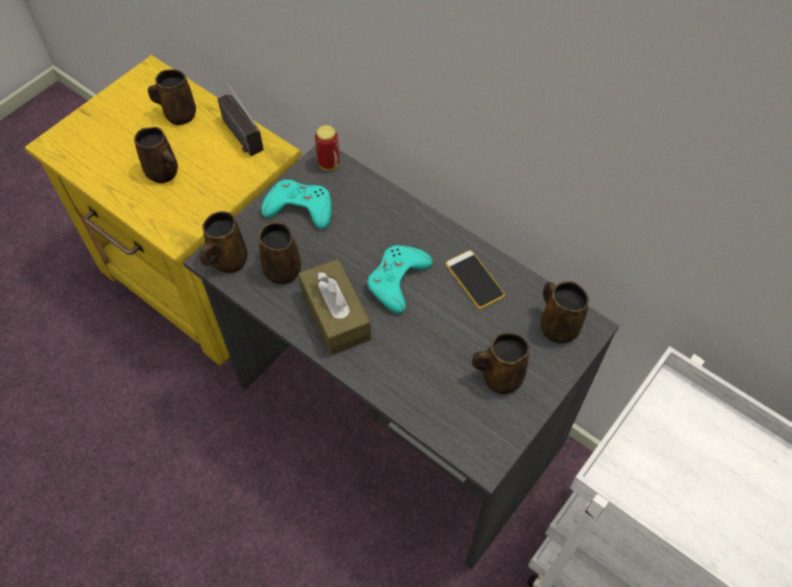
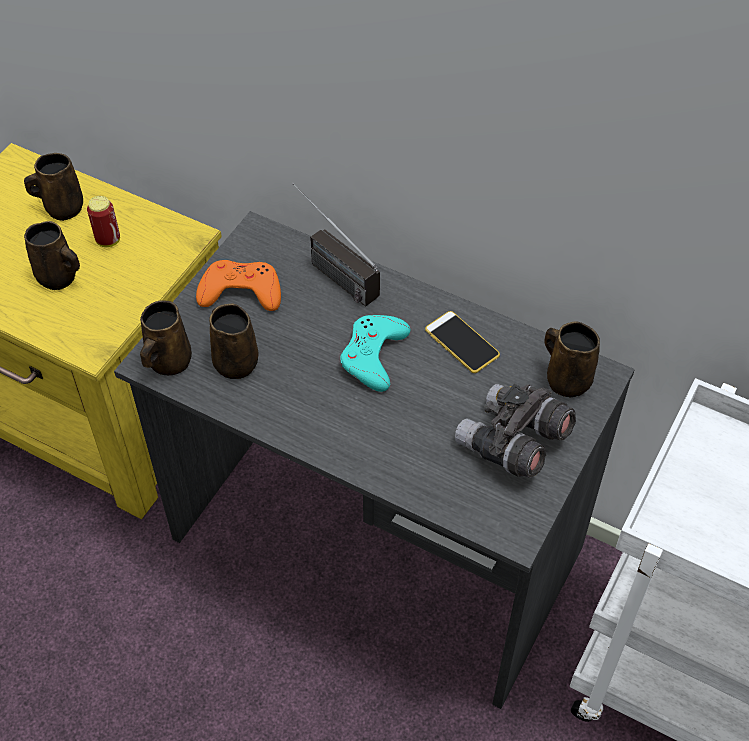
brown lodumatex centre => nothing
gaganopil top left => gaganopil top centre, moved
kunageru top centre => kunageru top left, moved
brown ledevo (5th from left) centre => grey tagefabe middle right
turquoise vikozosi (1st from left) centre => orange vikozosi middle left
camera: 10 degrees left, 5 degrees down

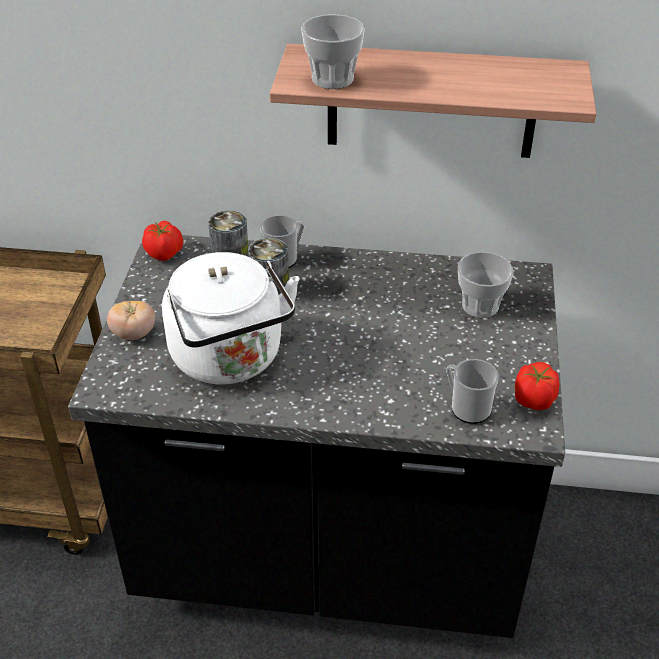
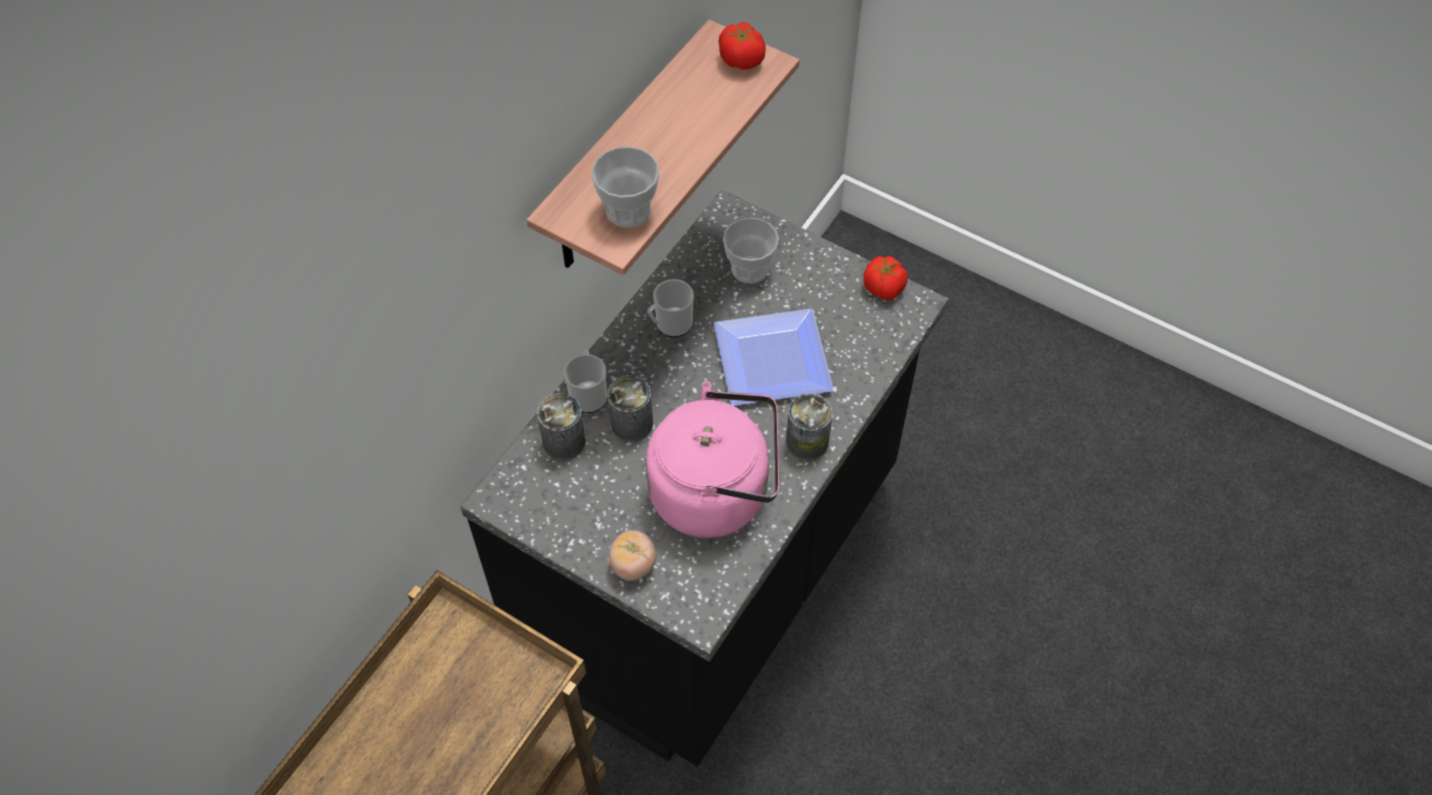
nothing => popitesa centre
nothing => kunageru (3rd from left) centre
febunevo (2nd from left) middle left => febunevo (2nd from left) top centre, moved
ledevo (2nd from left) middle right => ledevo (2nd from left) centre, moved
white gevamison centre => pink gevamison centre
camera: 65 degrees left, 15 degrees up

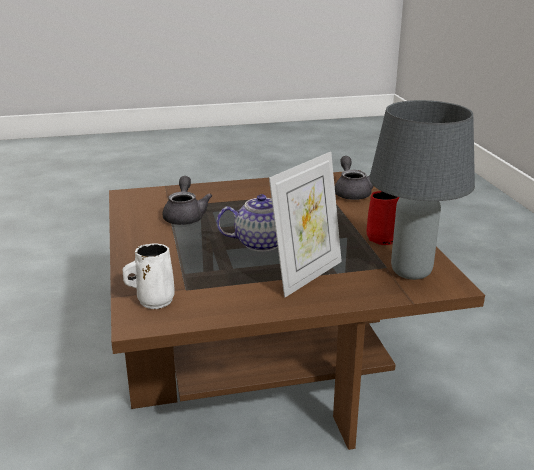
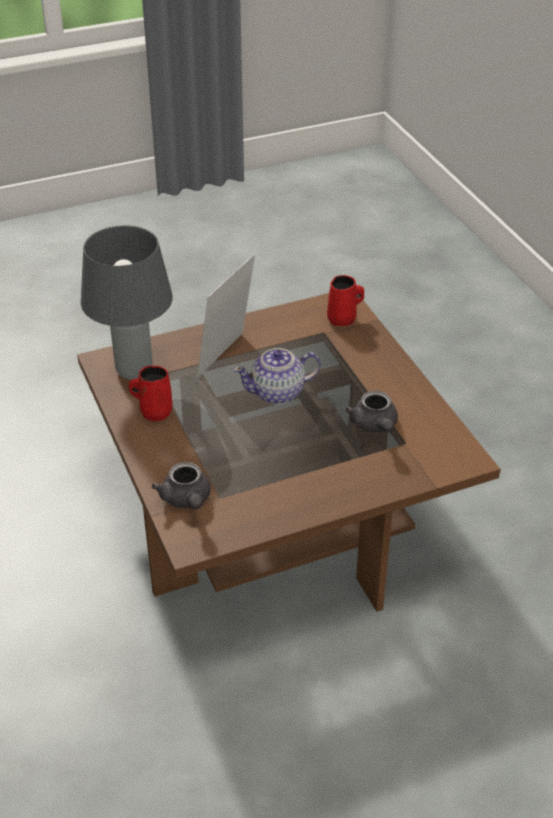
white ledevo middle left => red ledevo (2nd from left) centre
camera: 170 degrees right, 15 degrees up

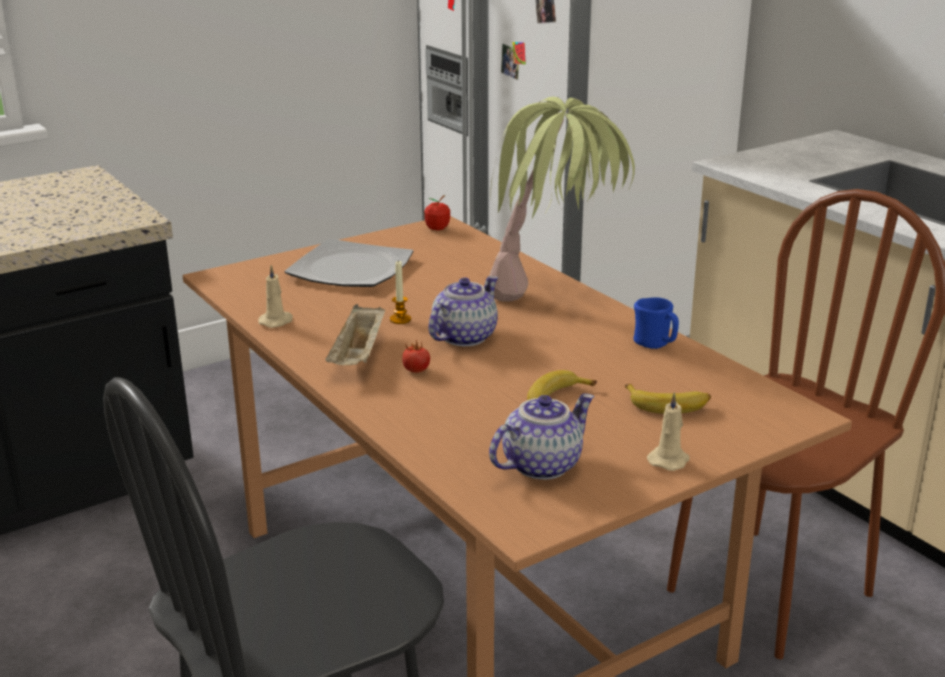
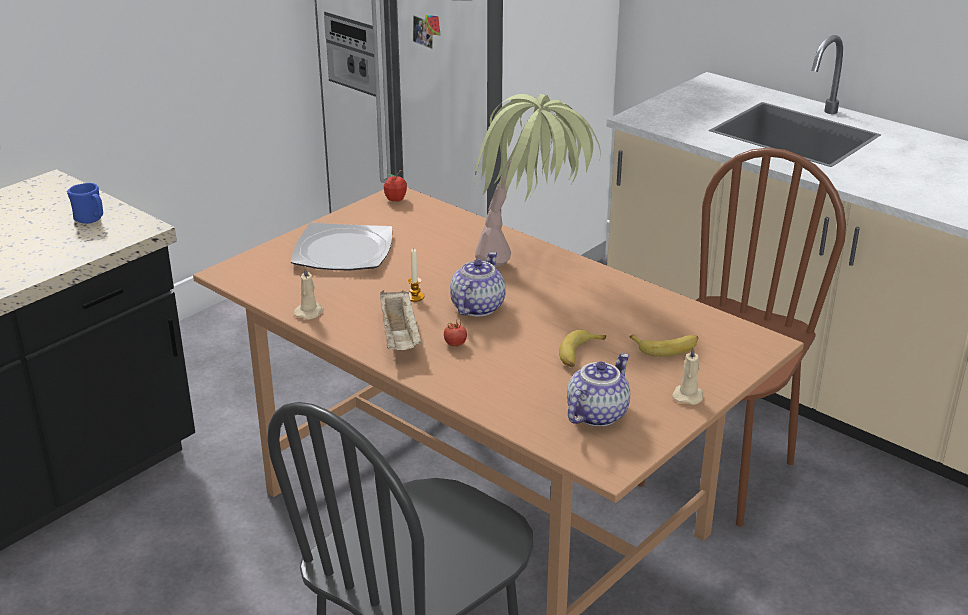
blue ledevo middle right => blue ledevo top left, moved
camera: 15 degrees left, 5 degrees up

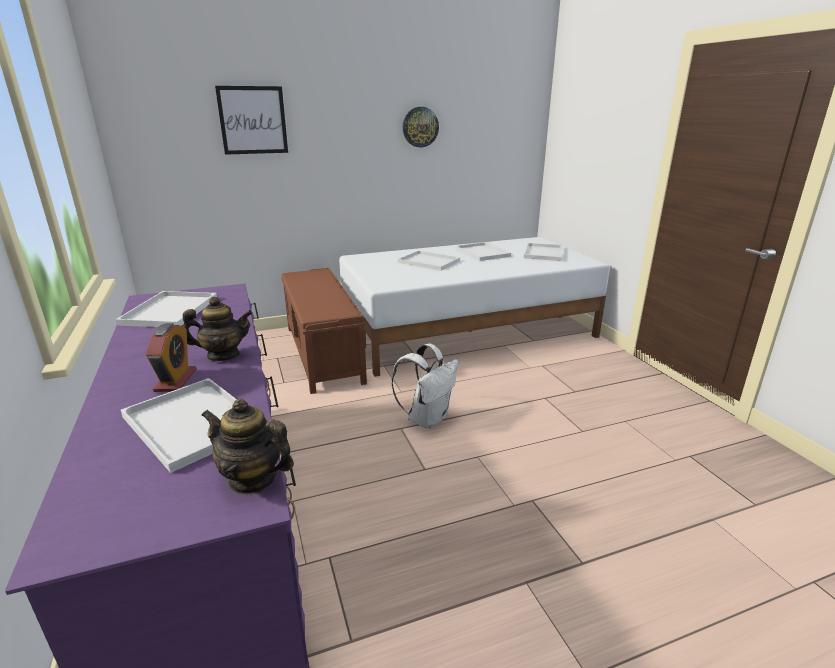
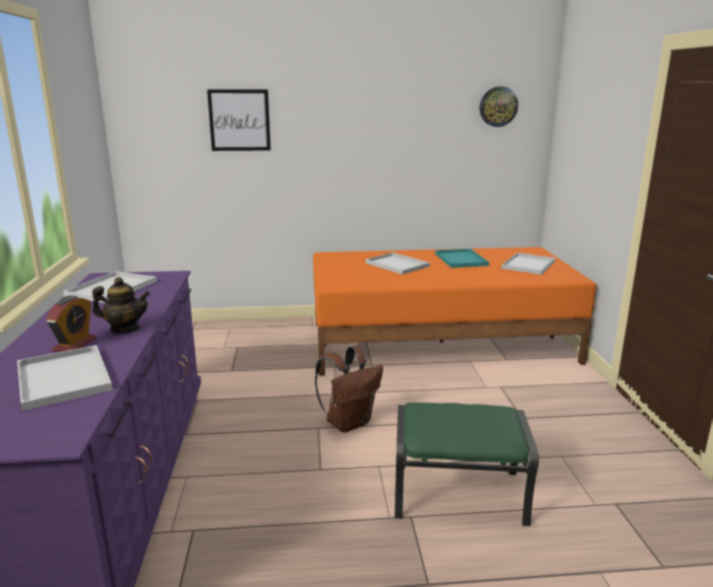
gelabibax (2nd from left) bottom left => nothing
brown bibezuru centre => nothing
nothing => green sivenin bottom centre
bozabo top centre => bozabo top right, moved
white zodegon centre => orange zodegon centre
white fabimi centre => brown fabimi centre
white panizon (4th from left) centre => turquoise panizon centre
camera: 15 degrees right, 5 degrees down

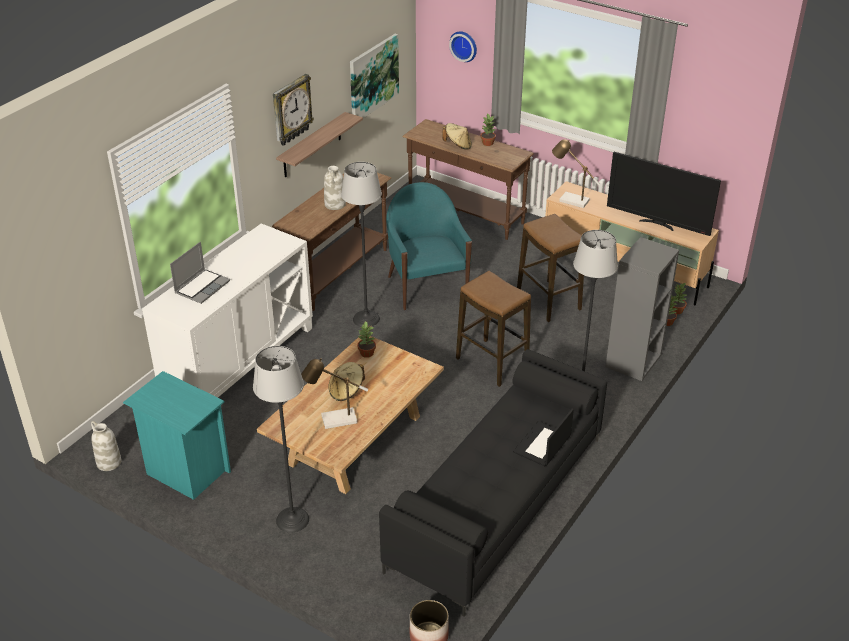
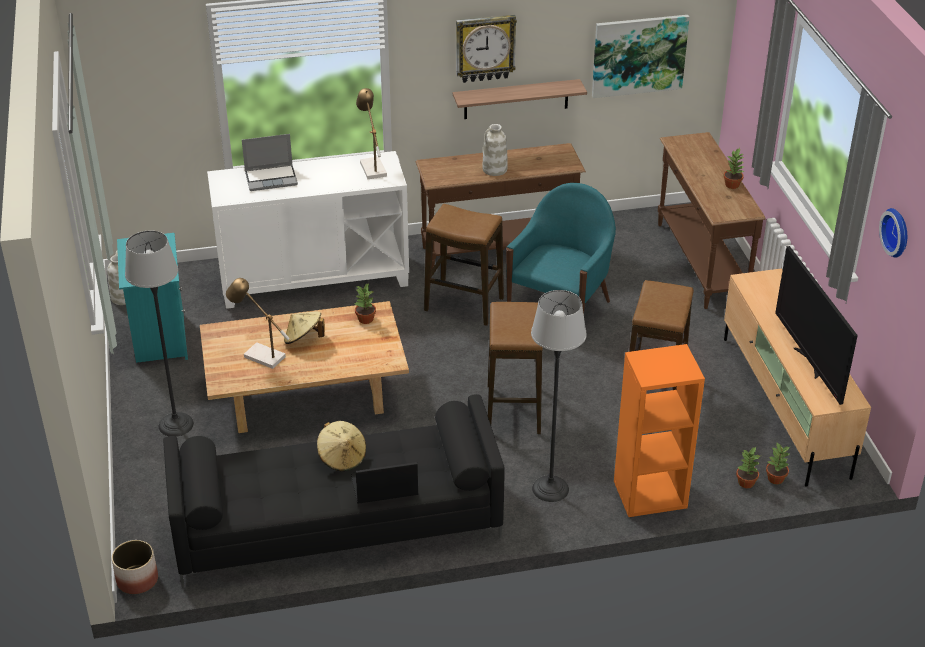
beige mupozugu (2nd from left) top centre => beige mupozugu (2nd from left) bottom centre, moved
bozabo (2nd from left) top centre => bozabo (2nd from left) middle right, moved
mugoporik (2nd from left) top right => mugoporik (2nd from left) top centre, moved
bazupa (2nd from left) centre => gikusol (1st from left) centre
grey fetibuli middle right => orange fetibuli middle right
camera: 45 degrees right, 0 degrees up

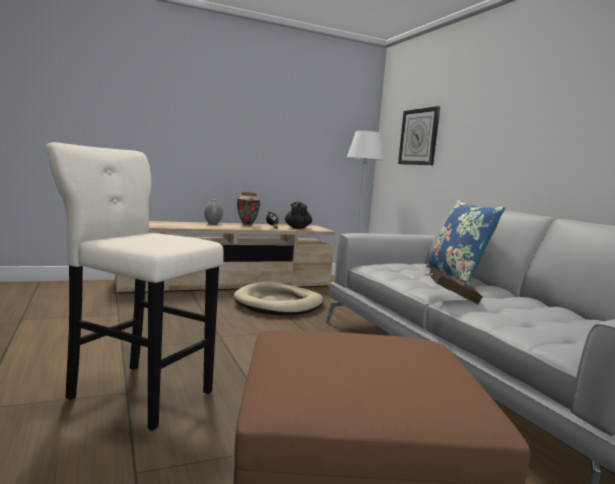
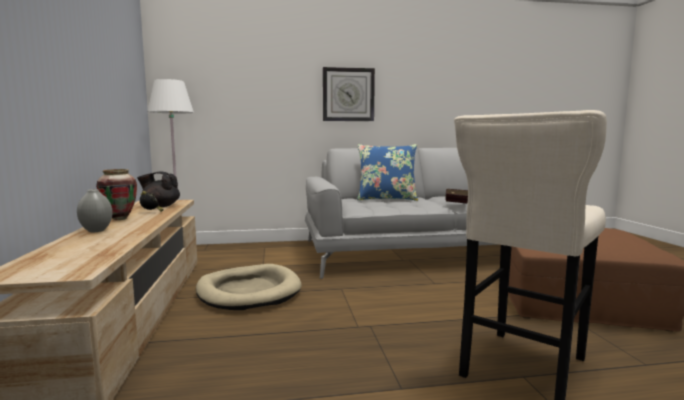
bozabo top right => bozabo top centre, moved
camera: 75 degrees left, 0 degrees up

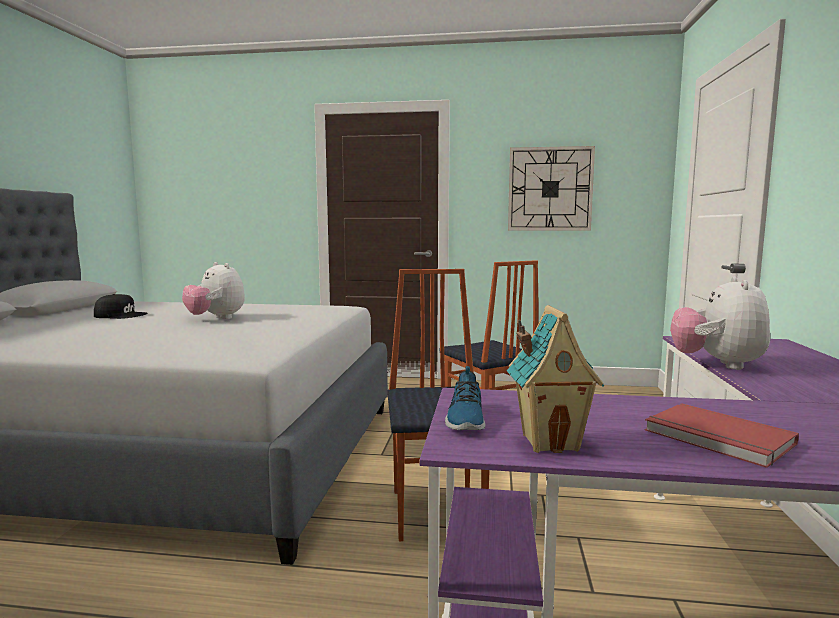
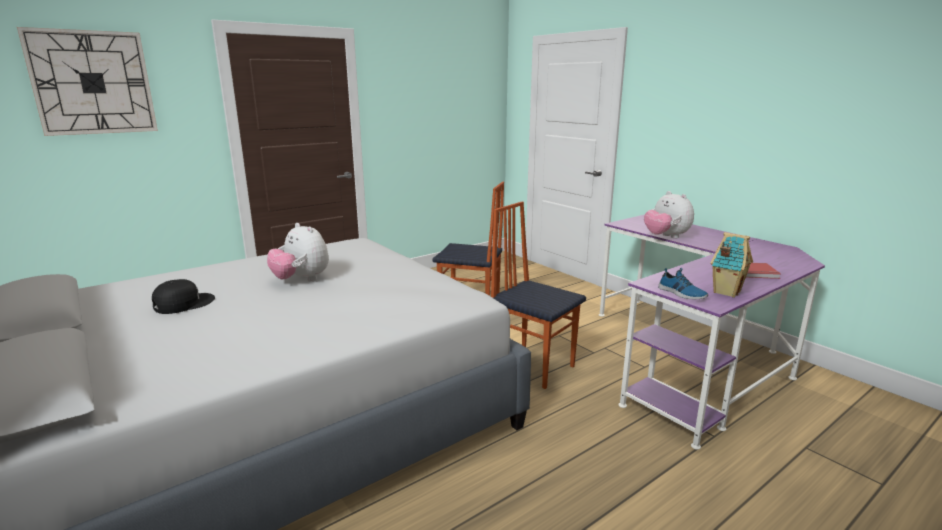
bozabo top centre => bozabo top left, moved
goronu (1st from left) middle left, 45 degrees clockwise
camera: 45 degrees left, 10 degrees up

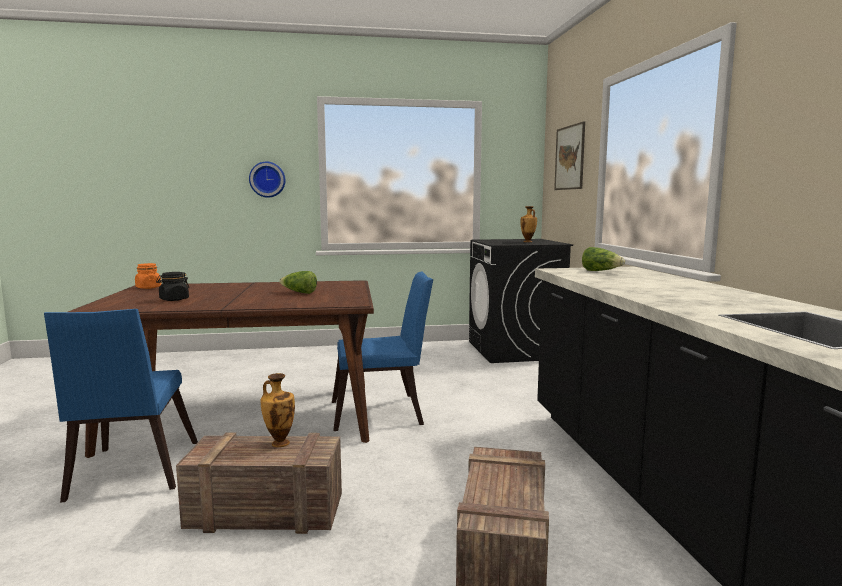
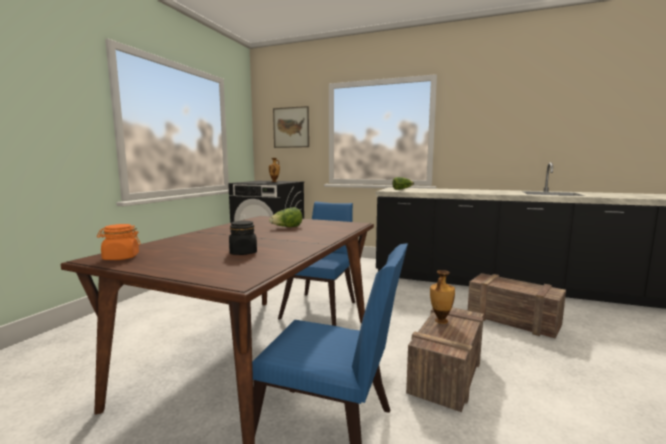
bozabo top left => nothing
camera: 60 degrees left, 0 degrees up

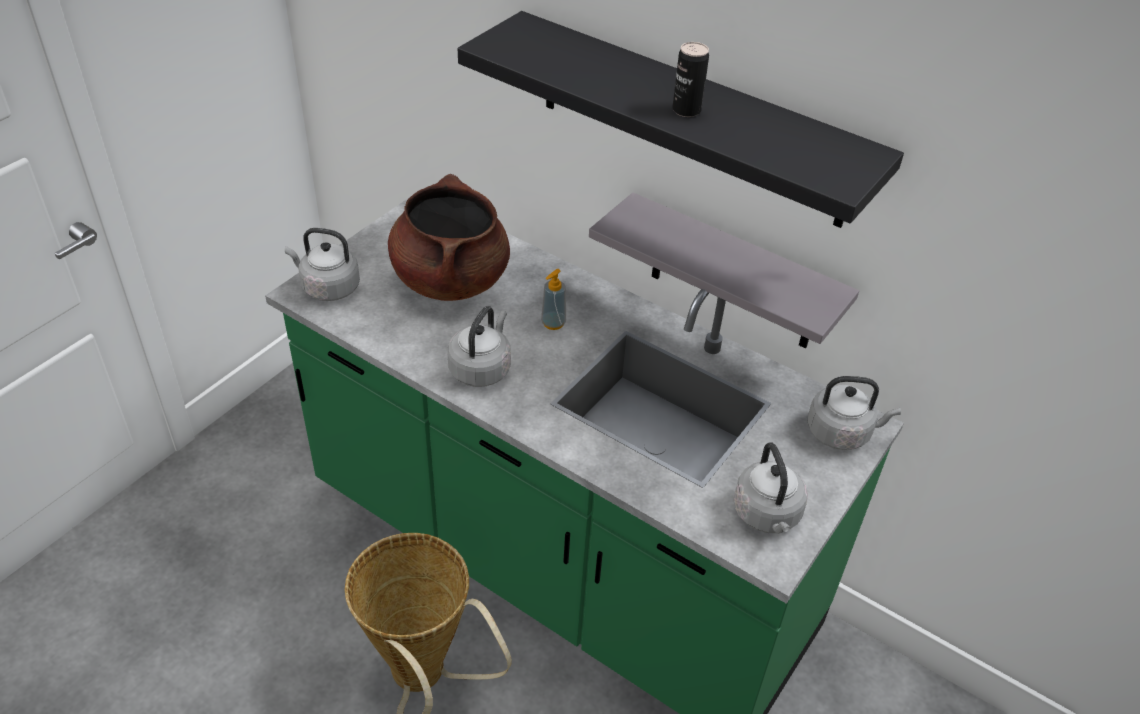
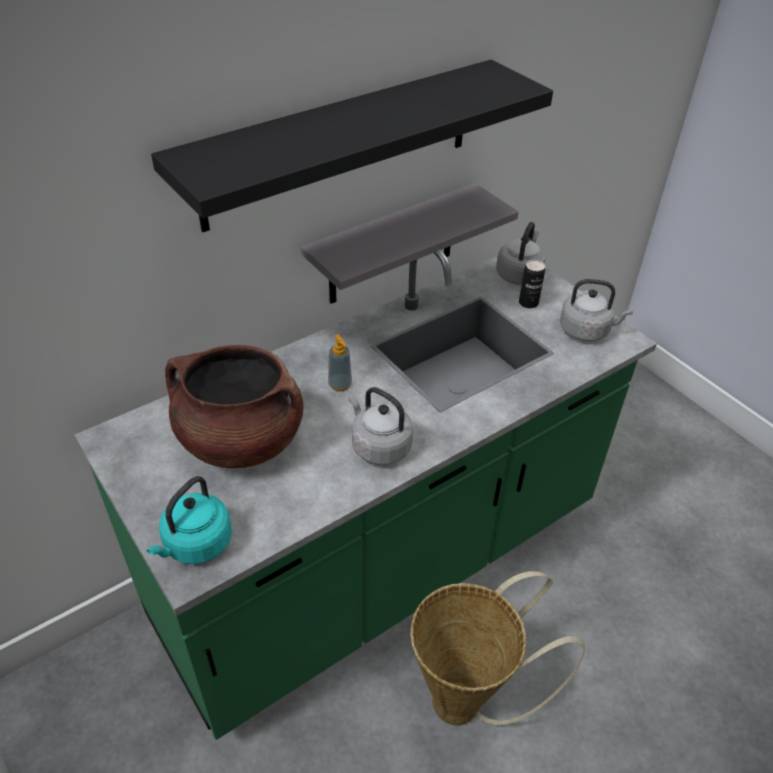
kunageru top centre => kunageru middle right, moved
grey gevamison (1st from left) middle left => turquoise gevamison bottom left
camera: 70 degrees left, 0 degrees up

